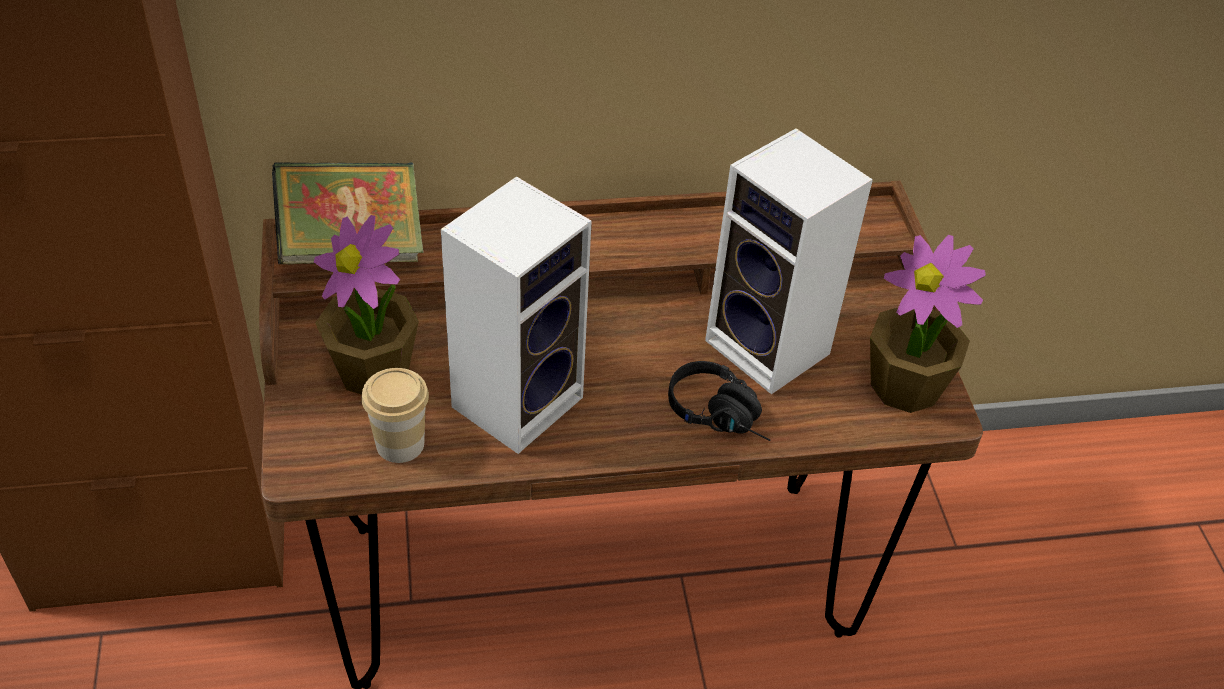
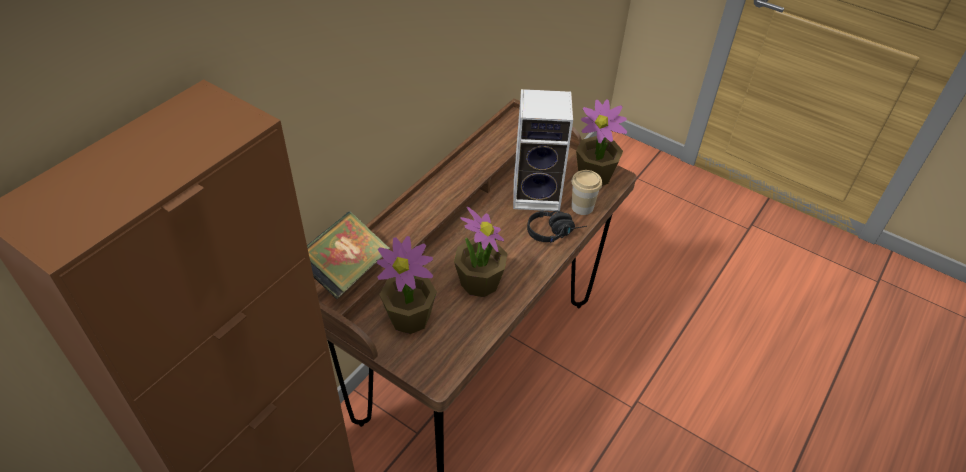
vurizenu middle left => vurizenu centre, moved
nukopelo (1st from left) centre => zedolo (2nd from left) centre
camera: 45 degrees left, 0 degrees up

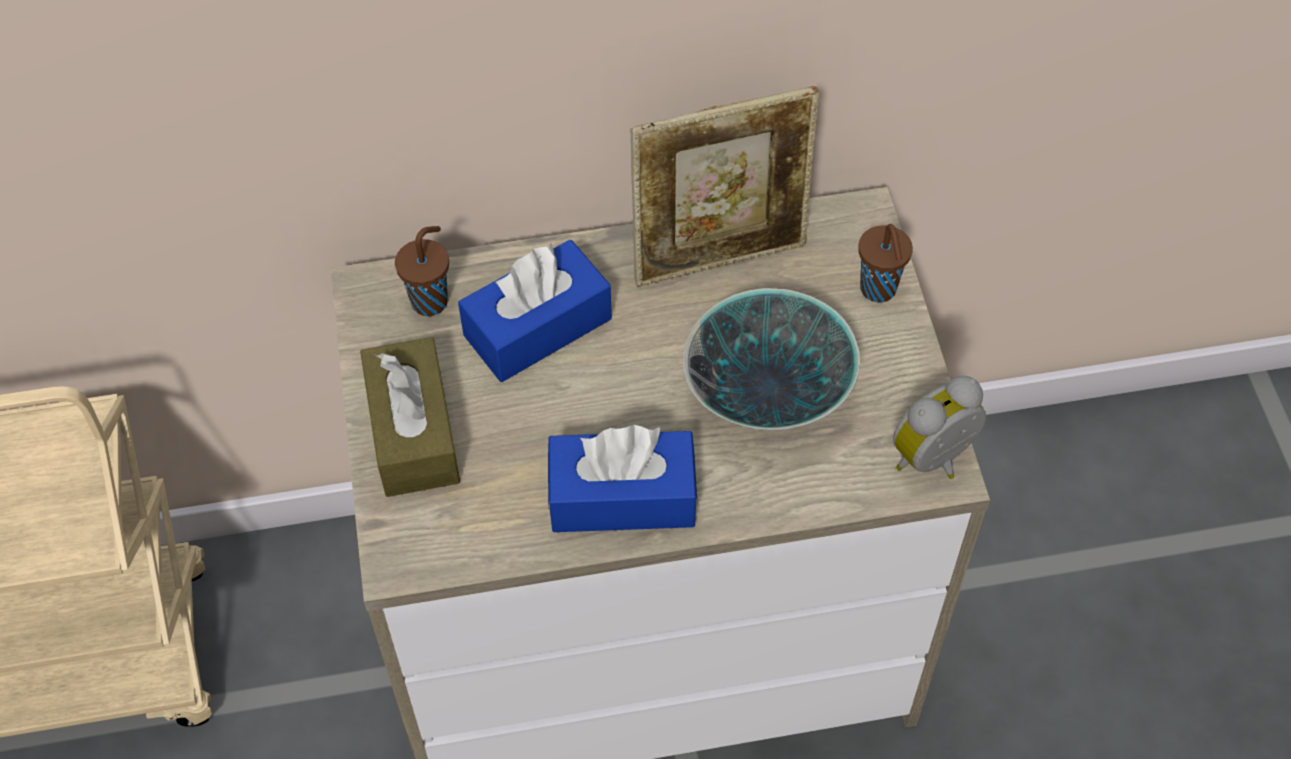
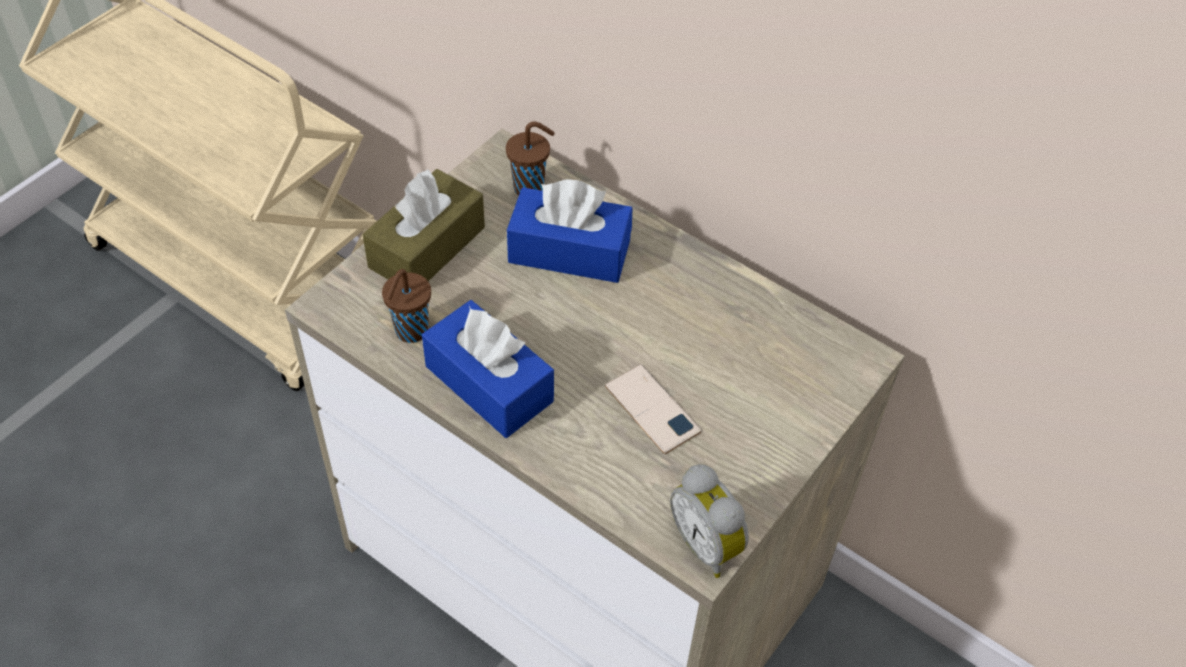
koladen top centre => nothing
brown vurizenu (2nd from left in the first image) middle right => brown vurizenu (1st from left) centre, moved
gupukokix centre => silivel centre
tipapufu middle right => tipapufu bottom centre, 135 degrees counterclockwise
camera: 45 degrees right, 5 degrees down

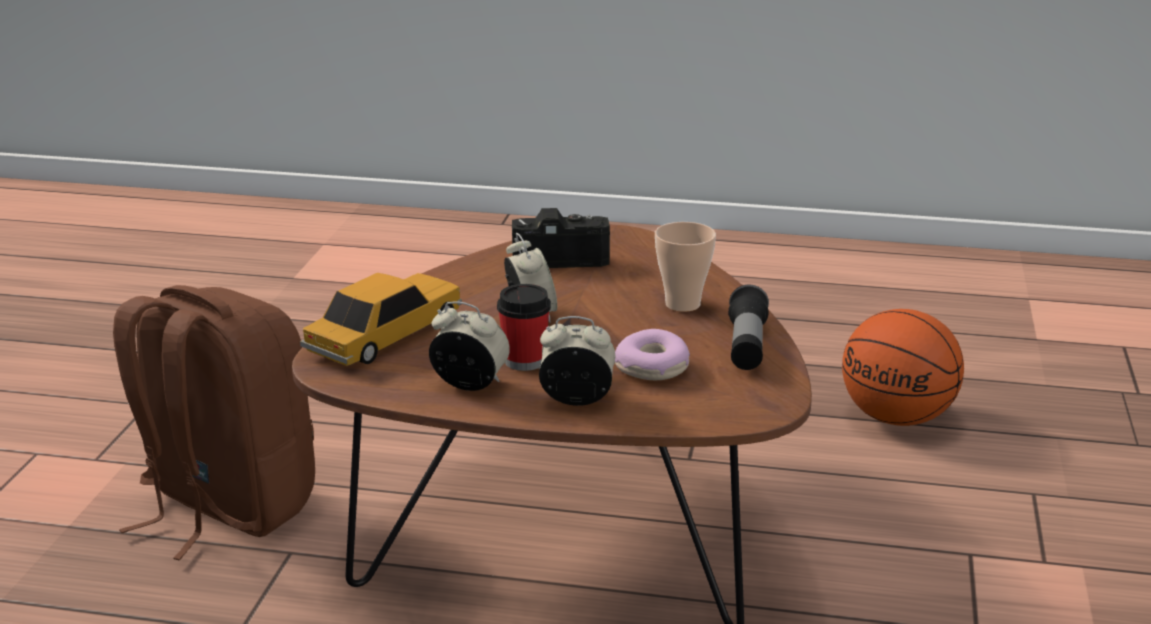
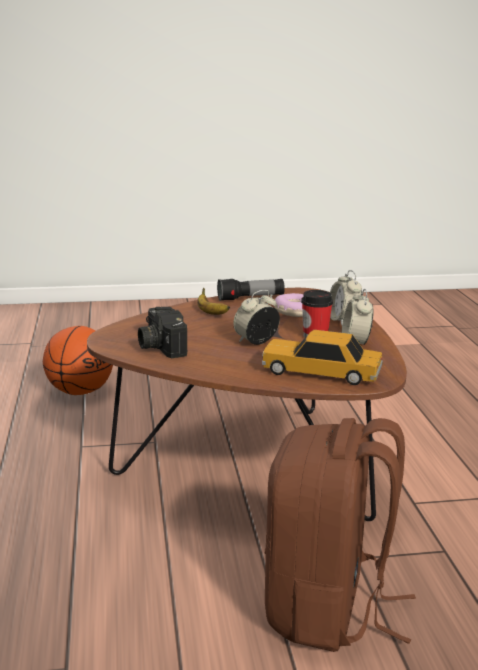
vurizenu (2nd from left) centre => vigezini centre
camera: 110 degrees left, 5 degrees down

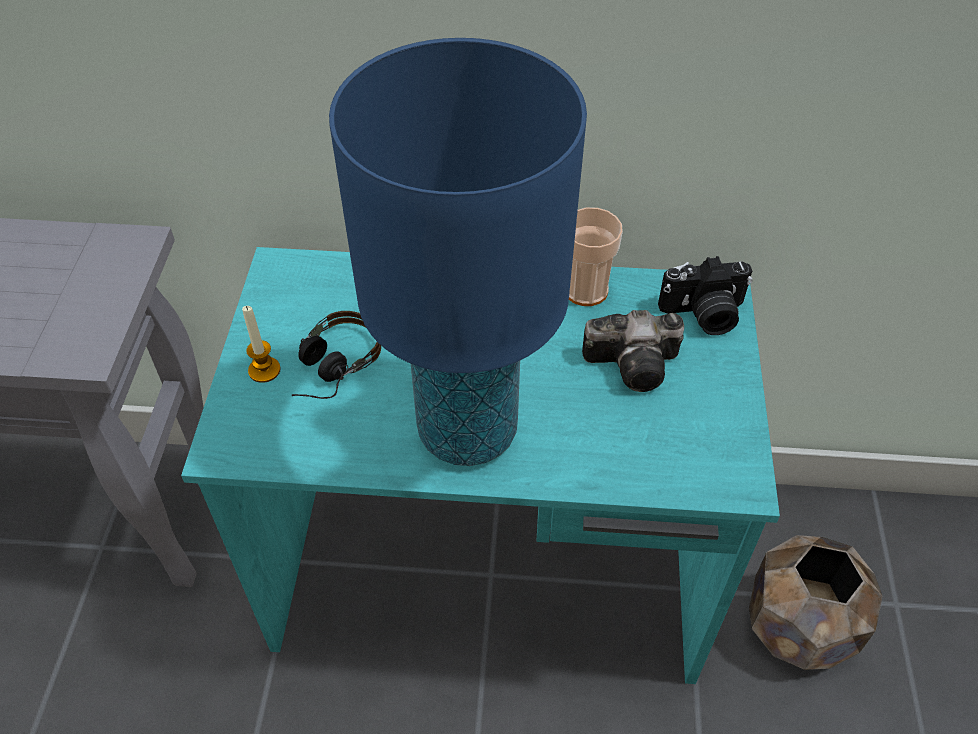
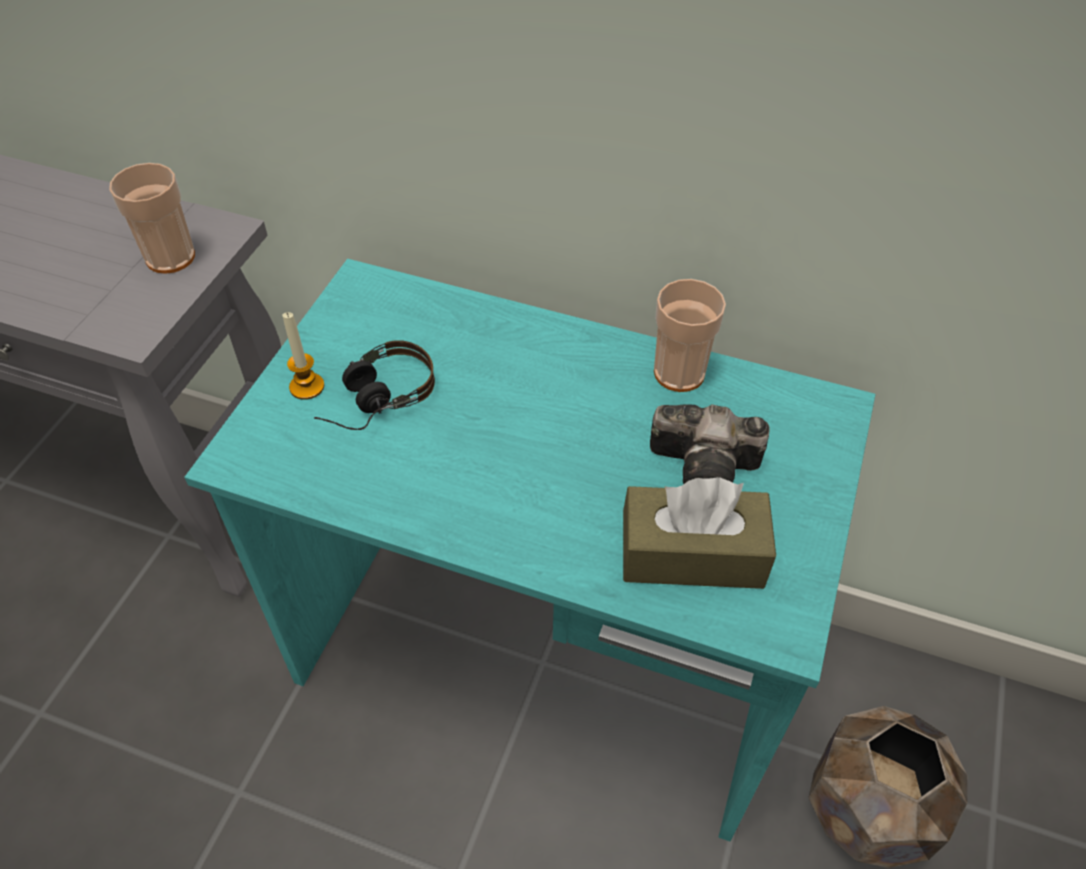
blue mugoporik centre => nothing
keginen (2nd from left) middle right => nothing
nothing => vurizenu (1st from left) top left
nothing => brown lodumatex centre
camera: 15 degrees right, 0 degrees up

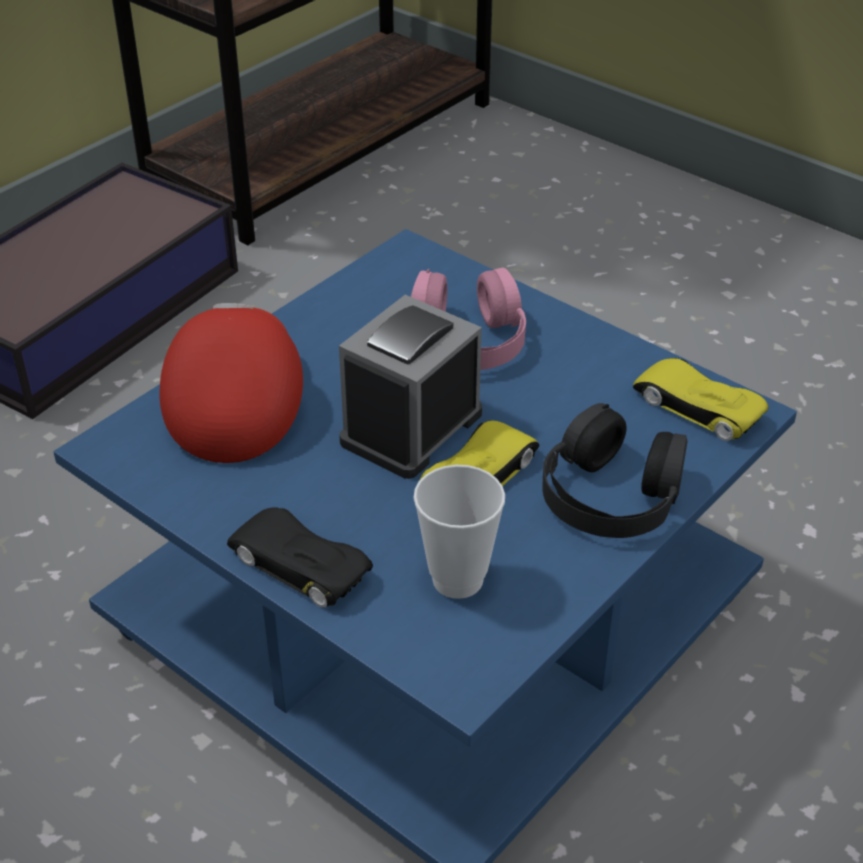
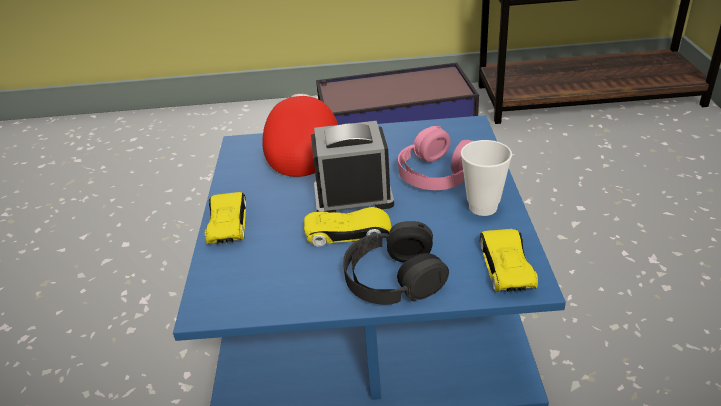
vurizenu centre => vurizenu middle right, moved
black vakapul centre => yellow vakapul (1st from left) middle left
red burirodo middle left => red burirodo top centre, 45 degrees counterclockwise
camera: 50 degrees right, 5 degrees down

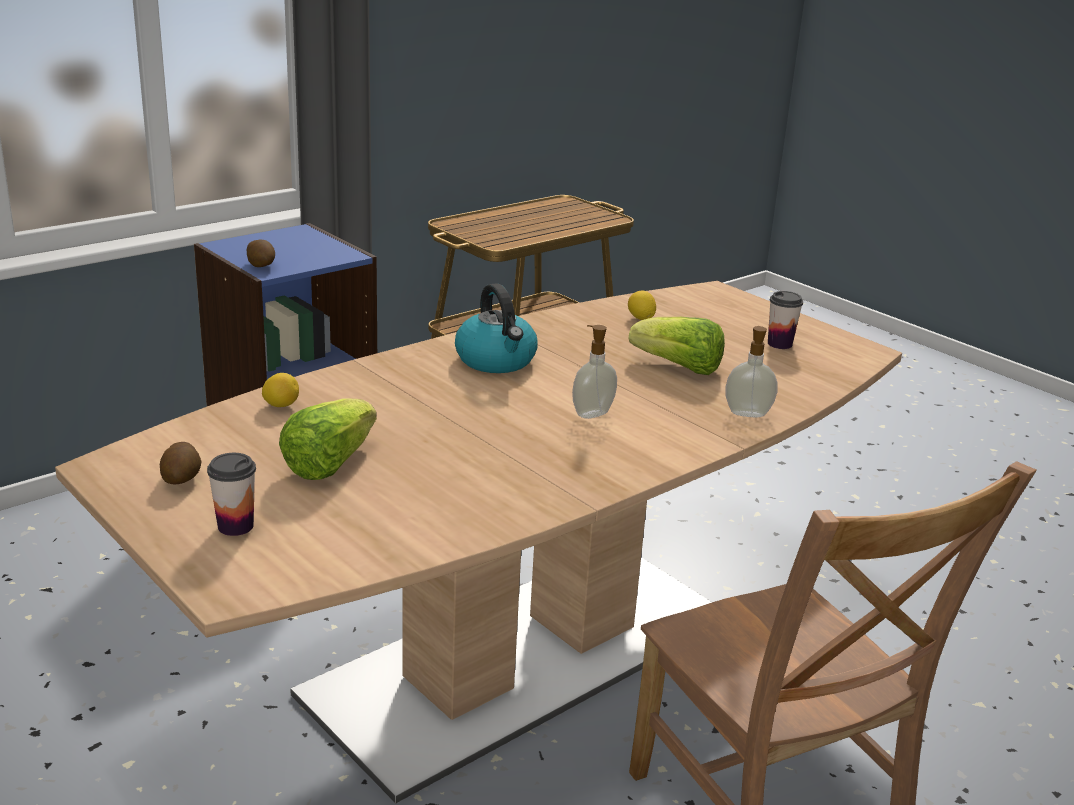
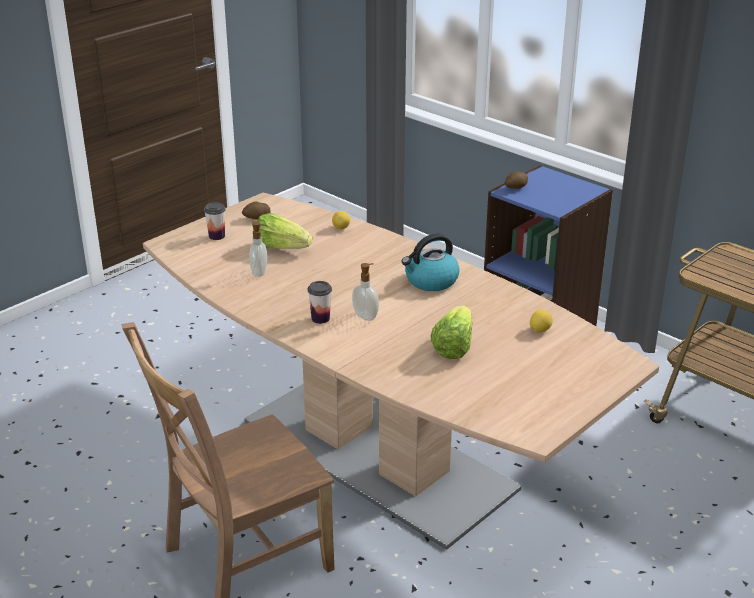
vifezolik (2nd from left in the first image) middle right => vifezolik (1st from left) centre, moved
vurizenu (2nd from left) middle right => vurizenu (2nd from left) centre, moved
camera: 85 degrees right, 5 degrees up

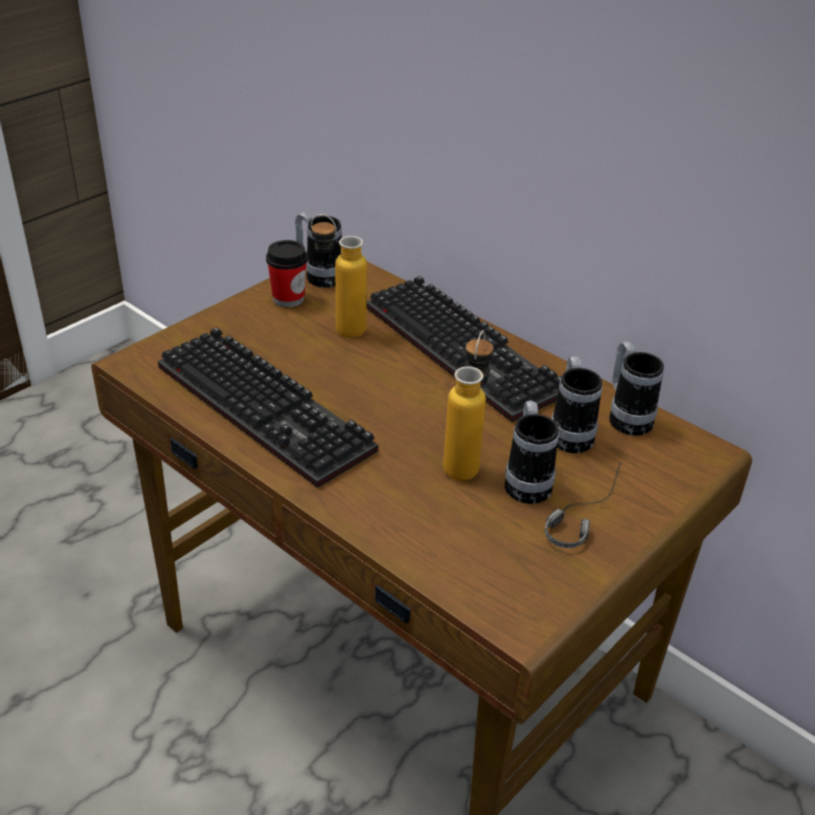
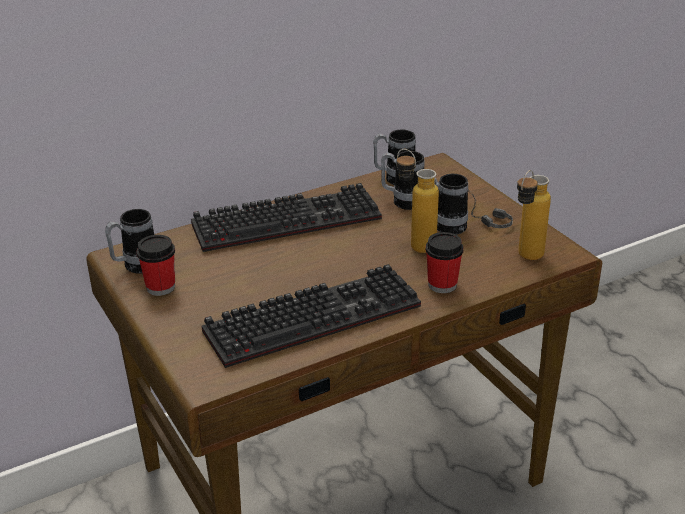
nothing => vurizenu (2nd from left) centre
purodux (1st from left in the first image) centre => purodux (2nd from left) middle right, moved
camera: 70 degrees left, 5 degrees down

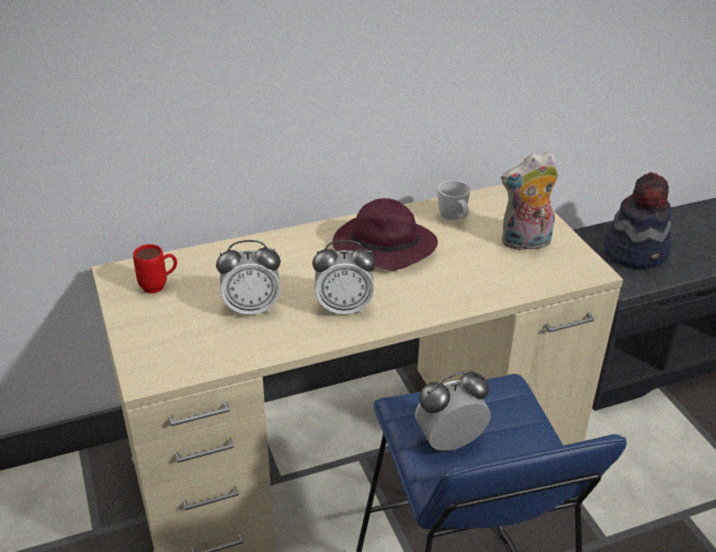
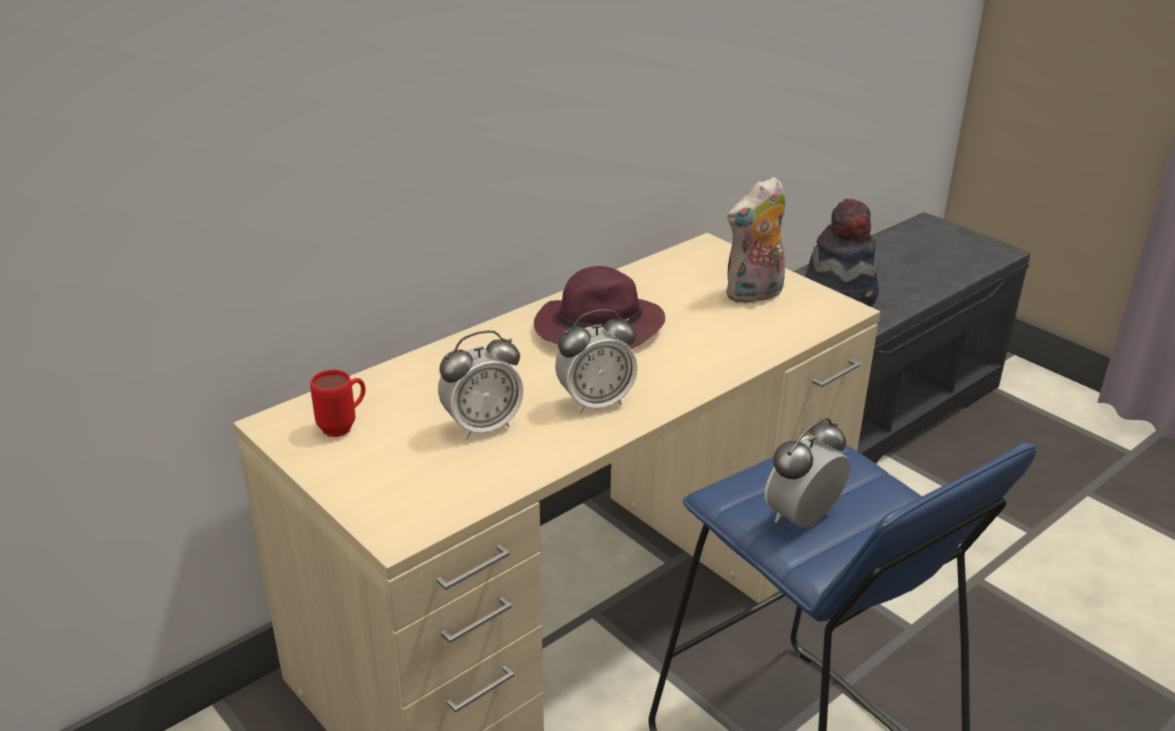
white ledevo centre => nothing
camera: 20 degrees left, 5 degrees down

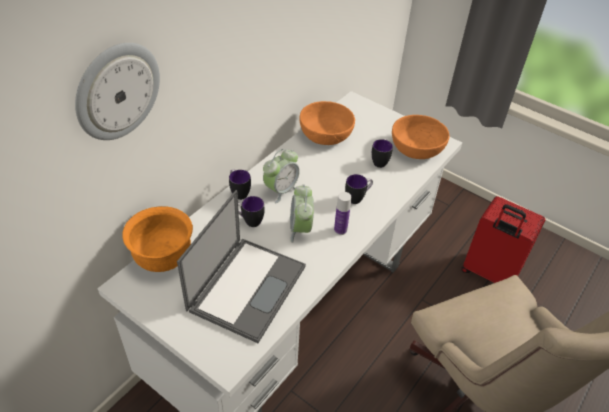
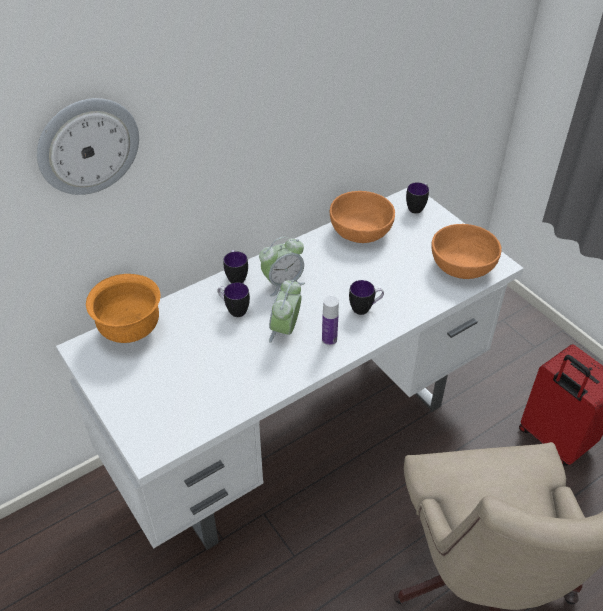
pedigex centre => nothing
ledevo (4th from left) centre => ledevo (4th from left) top right, moved
camera: 20 degrees right, 0 degrees up

